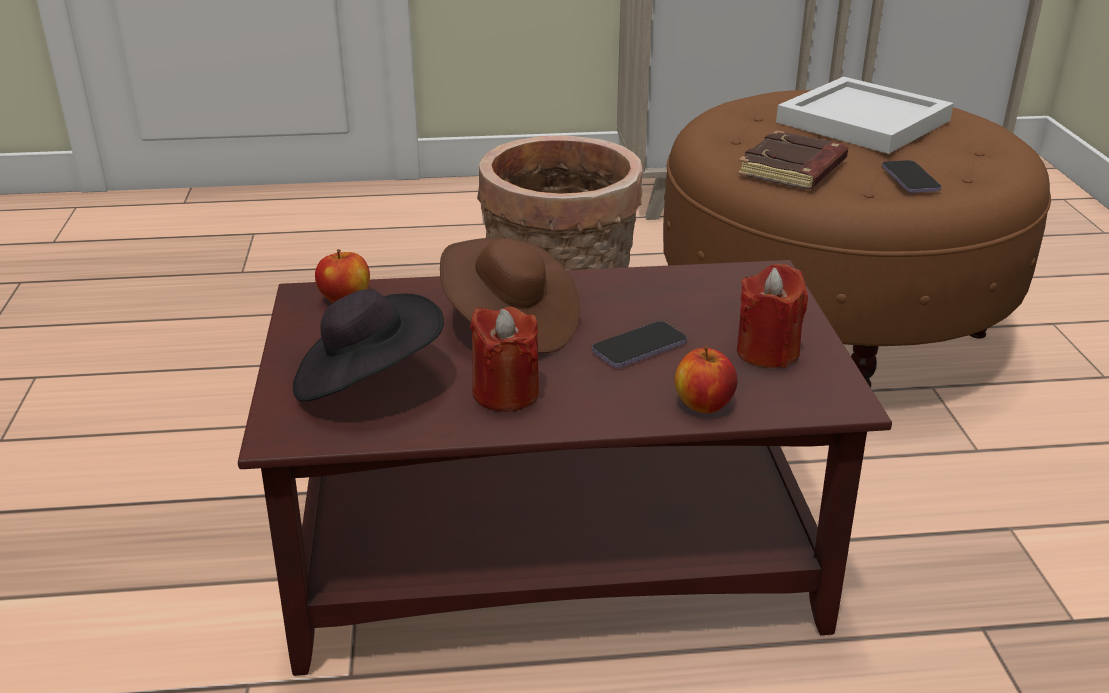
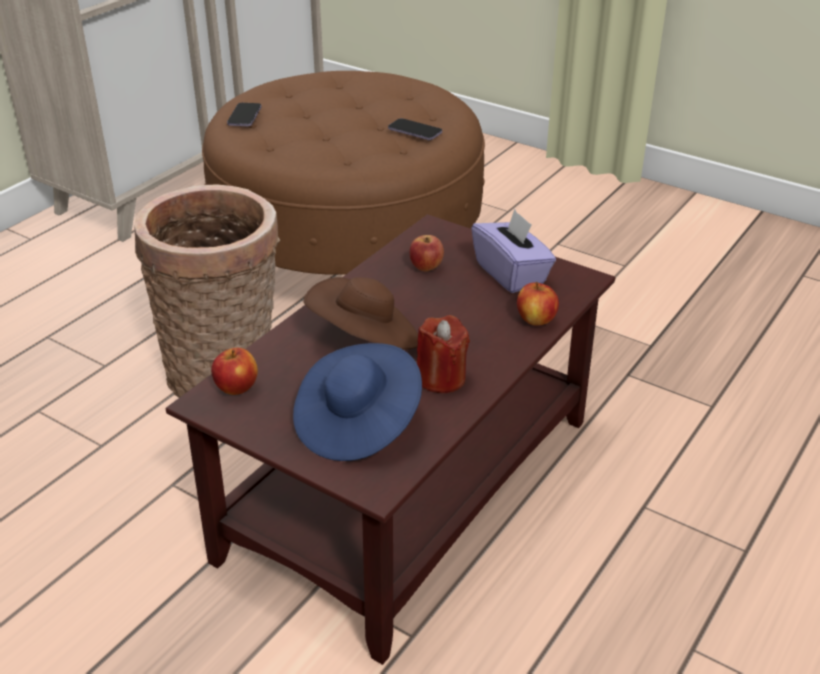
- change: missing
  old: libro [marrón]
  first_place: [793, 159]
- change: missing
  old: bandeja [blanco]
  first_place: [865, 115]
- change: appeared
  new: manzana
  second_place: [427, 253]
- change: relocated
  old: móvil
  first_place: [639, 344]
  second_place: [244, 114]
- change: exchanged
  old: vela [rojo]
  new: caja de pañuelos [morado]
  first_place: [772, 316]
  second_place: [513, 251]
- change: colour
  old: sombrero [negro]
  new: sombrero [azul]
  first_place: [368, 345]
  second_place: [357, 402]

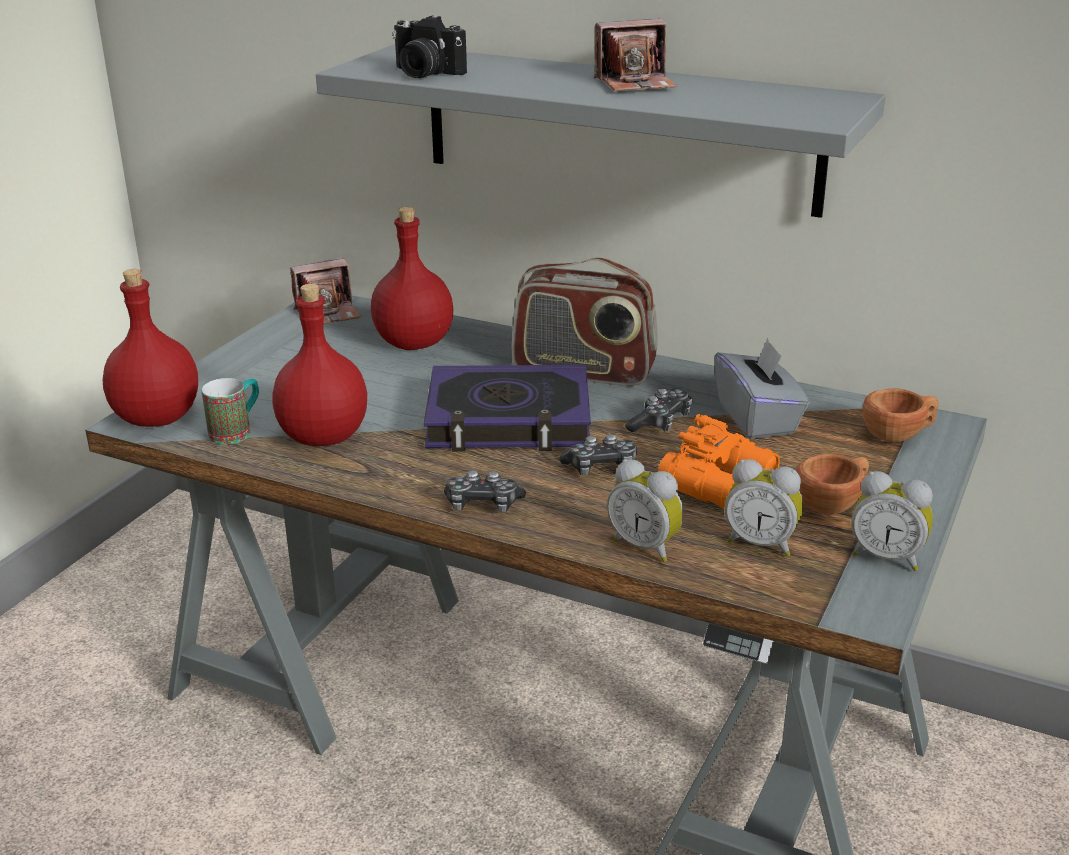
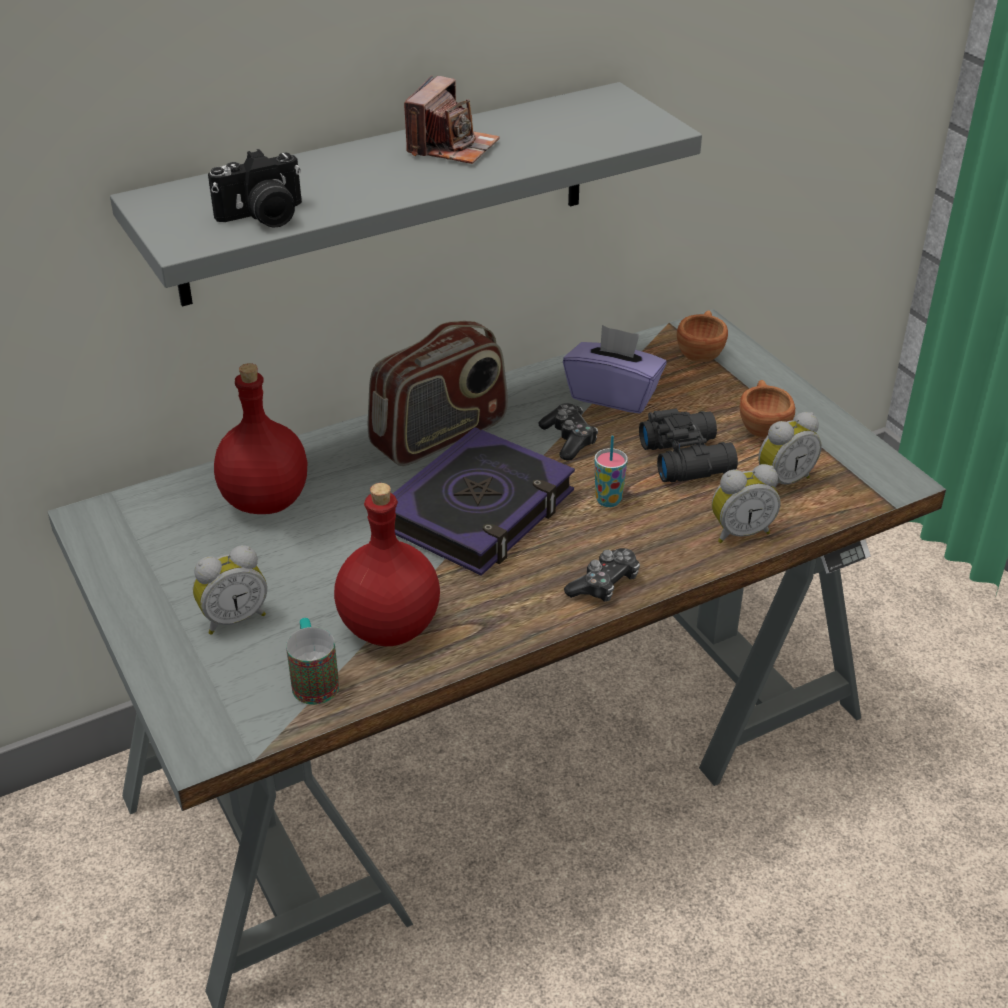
- change: missing
  old: botella [rojo]
  first_place: [150, 348]
- change: missing
  old: cámara
  first_place: [325, 291]
- change: relocated
  old: despertador
  first_place: [892, 521]
  second_place: [230, 590]
- change: exchanged
  old: mando de consola
  new: taza
  first_place: [598, 454]
  second_place: [611, 471]
- change: colour
  old: prismáticos [naranja]
  new: prismáticos [negro]
  first_place: [719, 461]
  second_place: [688, 446]
- change: colour
  old: caja de pañuelos [gris]
  new: caja de pañuelos [morado]
  first_place: [761, 388]
  second_place: [615, 369]

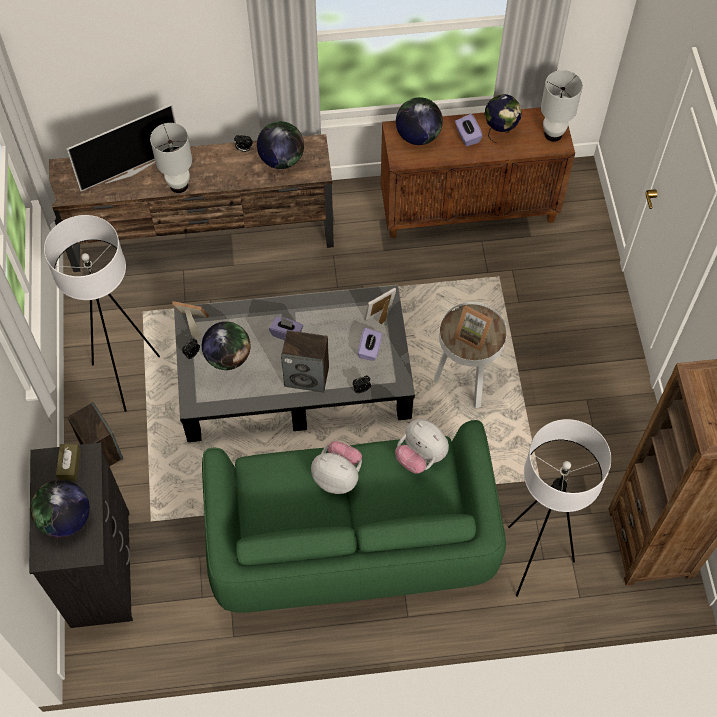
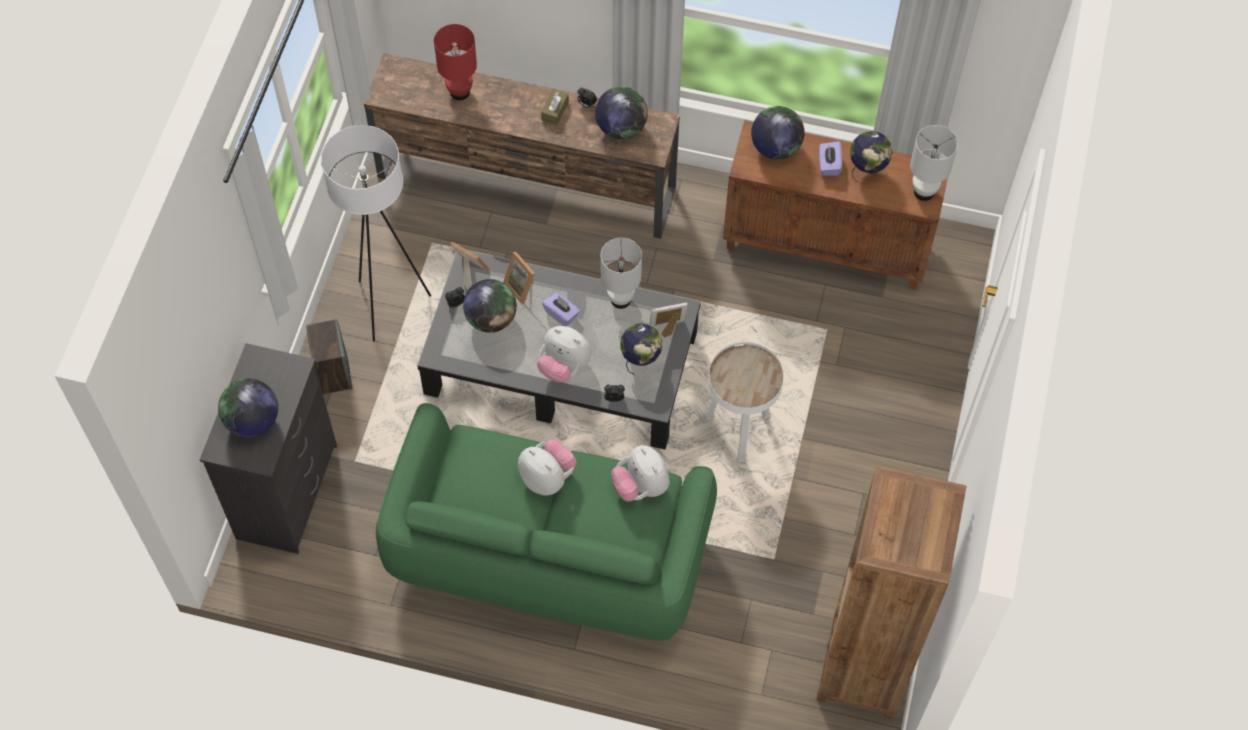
- change: missing
  old: lámpara de pie [blanco]
  first_place: [559, 508]
- change: relocated
  old: caja de pañuelos [marrón]
  first_place: [68, 462]
  second_place: [555, 107]
- change: relocated
  old: lámpara de mesa [blanco]
  first_place: [171, 158]
  second_place: [621, 273]
- change: relocated
  old: portarretratos
  first_place: [473, 328]
  second_place: [519, 278]
- change: exchanged
  old: televisor
  new: lámpara de mesa [rojo]
  first_place: [123, 147]
  second_place: [455, 62]
- change: exchanged
  old: altavoz
  new: peluche
  first_place: [305, 361]
  second_place: [564, 354]
- change: exchanged
  old: caja de pañuelos [morado]
  new: globo terráqueo
  first_place: [370, 344]
  second_place: [641, 349]

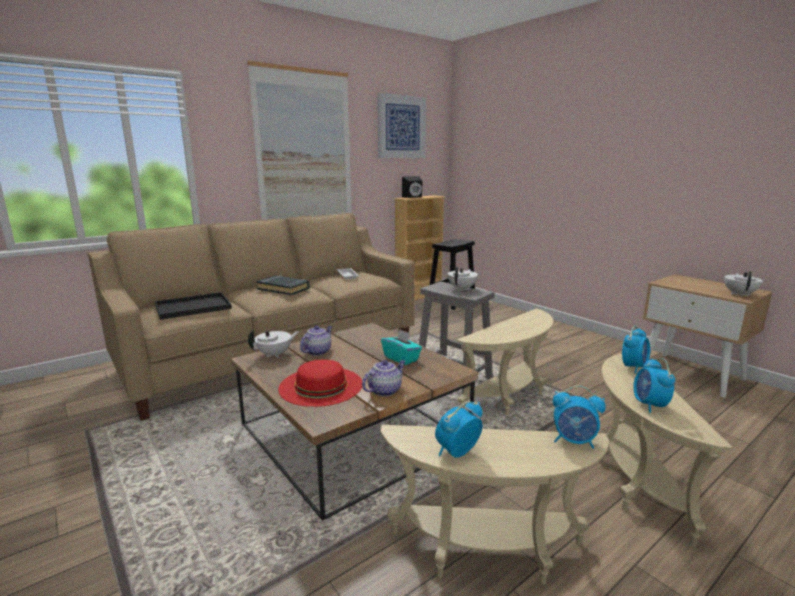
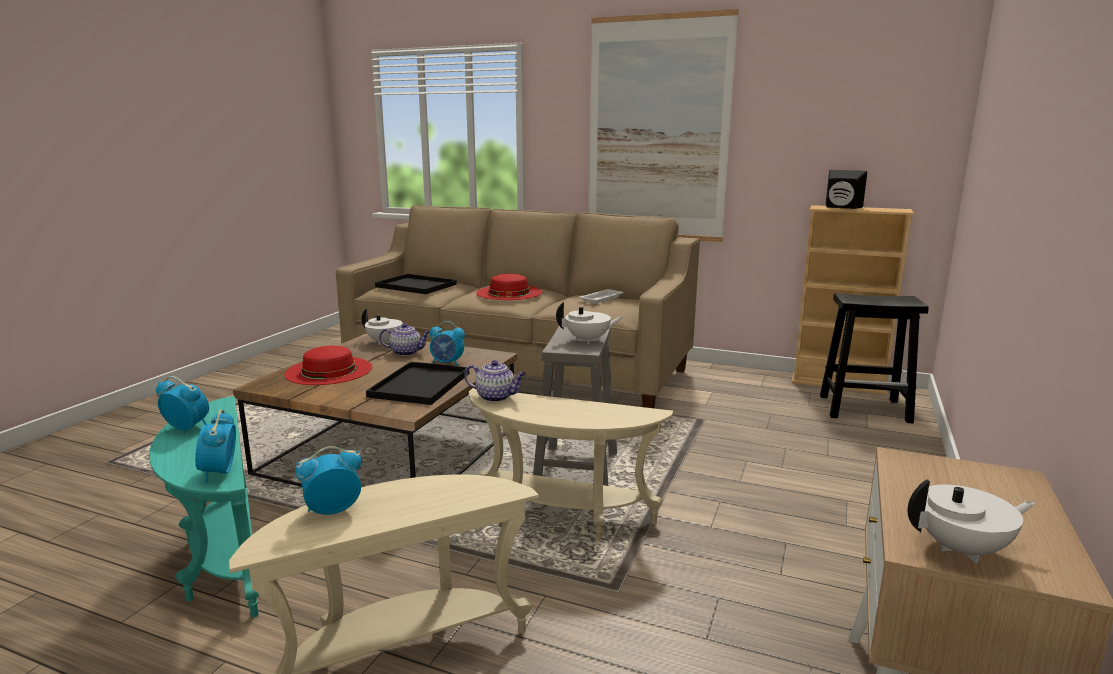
- change: missing
  old: cuadro
  first_place: [401, 125]
- change: relocated
  old: tetera
  first_place: [384, 378]
  second_place: [495, 381]
- change: relocated
  old: despertador
  first_place: [636, 350]
  second_place: [447, 343]
- change: exchanged
  old: libro [negro]
  new: sombrero [rojo]
  first_place: [283, 285]
  second_place: [509, 287]
- change: exchanged
  old: caja de pañuelos [turquesa]
  new: bandeja [negro]
  first_place: [401, 347]
  second_place: [417, 383]
- change: colour
  old: mesa auxiliar [beis]
  new: mesa auxiliar [turquesa]
  first_place: [495, 505]
  second_place: [204, 507]

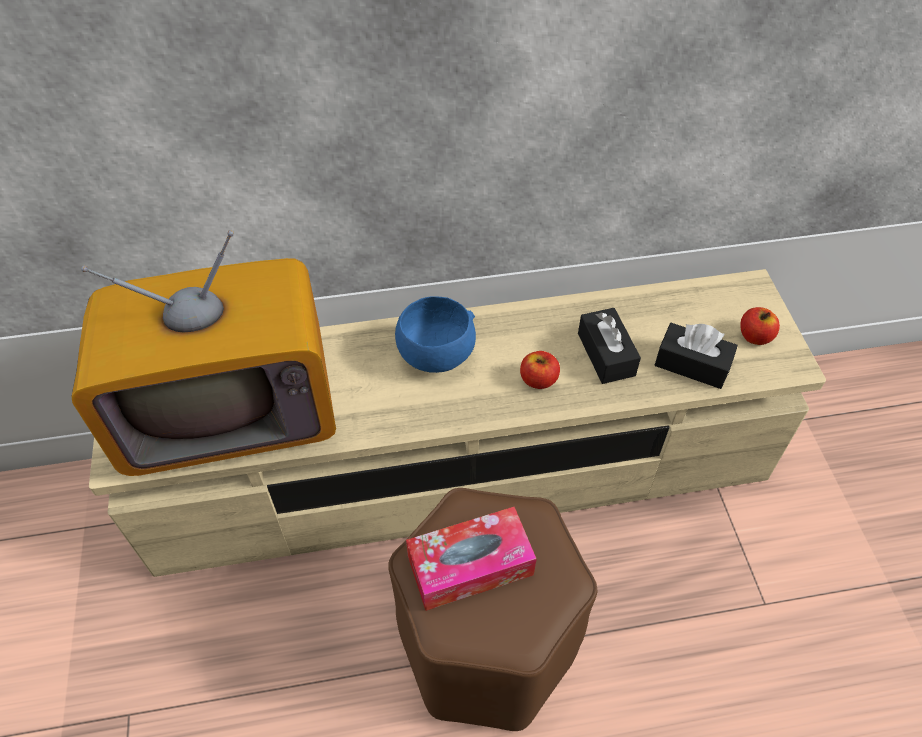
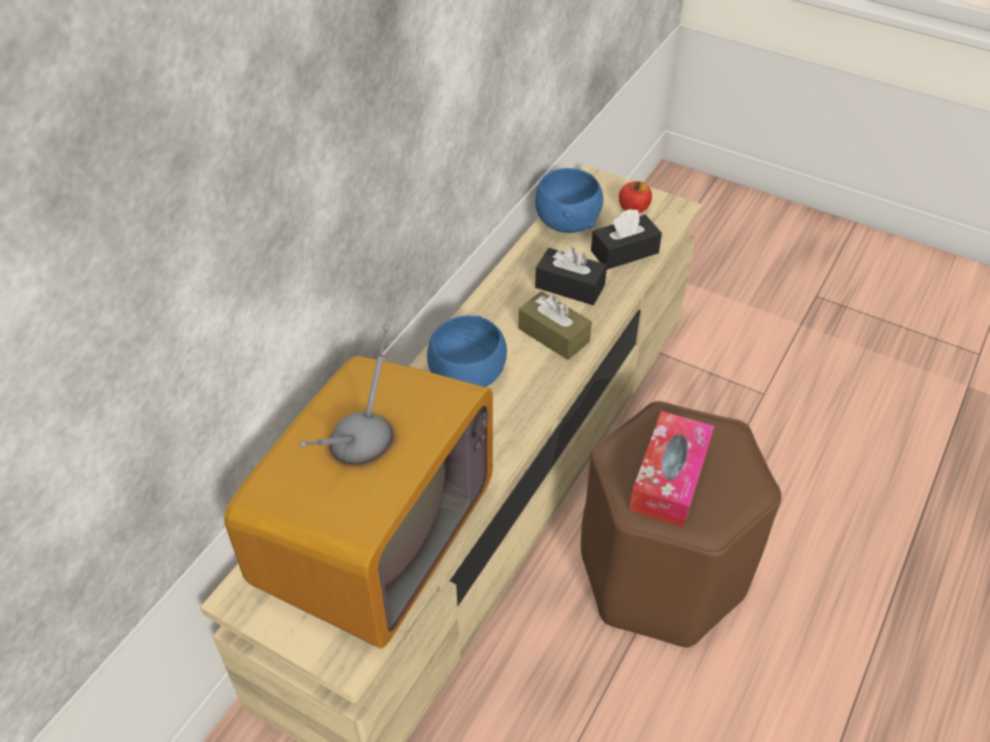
- change: appeared
  new: cuenco [azul]
  second_place: [569, 200]
- change: exchanged
  old: manzana
  new: caja de pañuelos [marrón]
  first_place: [540, 370]
  second_place: [555, 325]

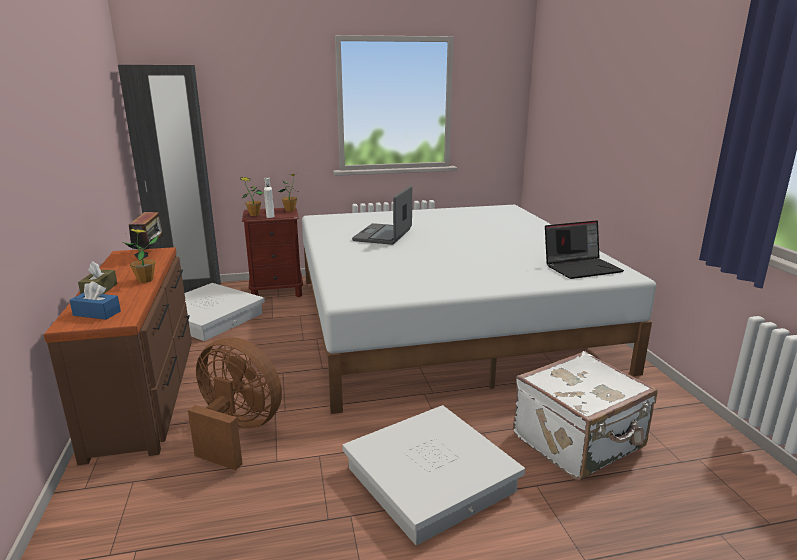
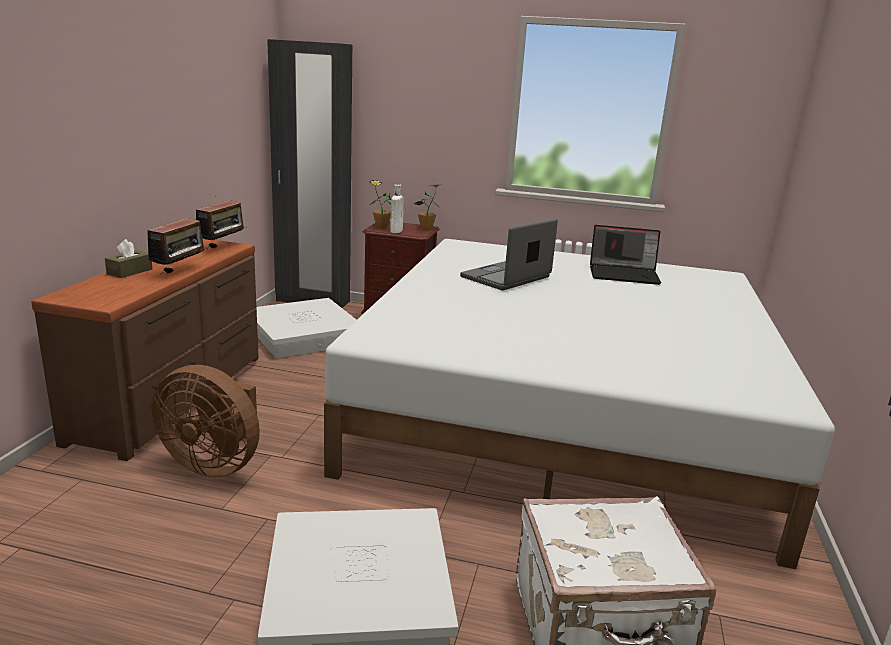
- change: missing
  old: caja de pañuelos [azul]
  first_place: [95, 300]
- change: relocated
  old: portátil
  first_place: [584, 249]
  second_place: [625, 255]
- change: exchanged
  old: planta en maceta
  new: radio
  first_place: [141, 256]
  second_place: [174, 245]
- change: spun
  old: ventilador [marrón]
  first_place: [235, 403]
  second_place: [206, 421]
  degrees: 150

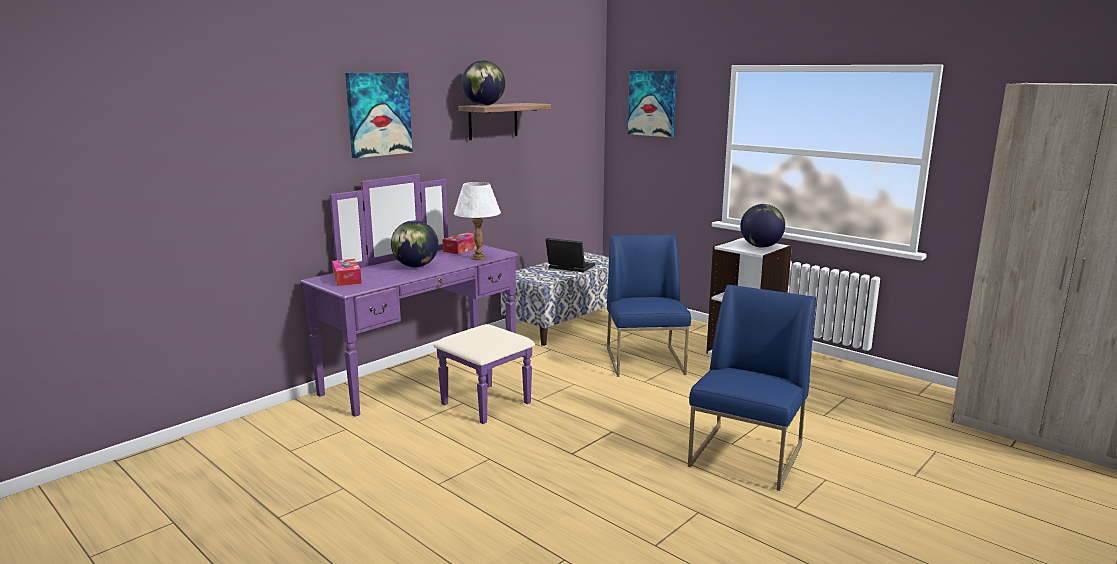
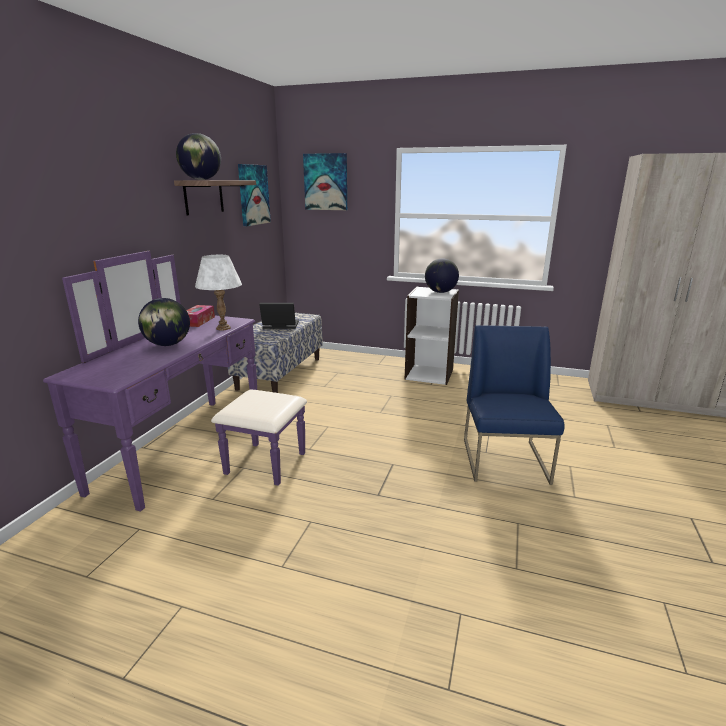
- change: missing
  old: caja de pañuelos
  first_place: [347, 272]
- change: missing
  old: silla [azul]
  first_place: [649, 305]
- change: relocated
  old: cuadro
  first_place: [379, 115]
  second_place: [254, 195]

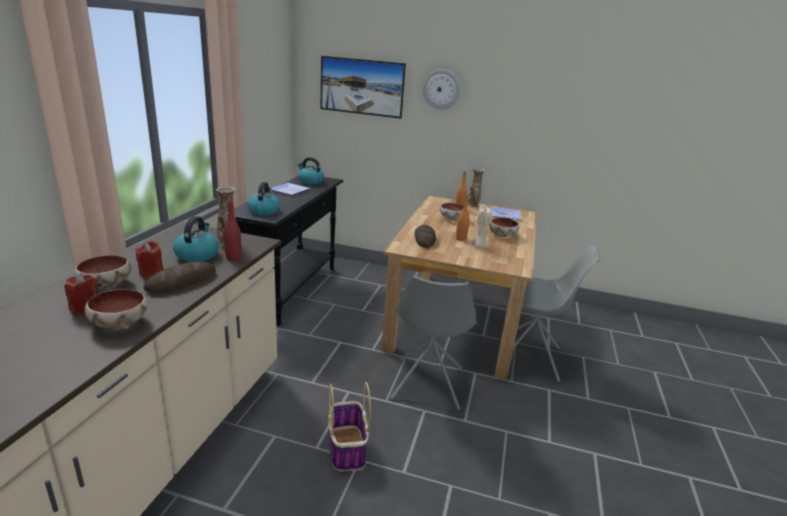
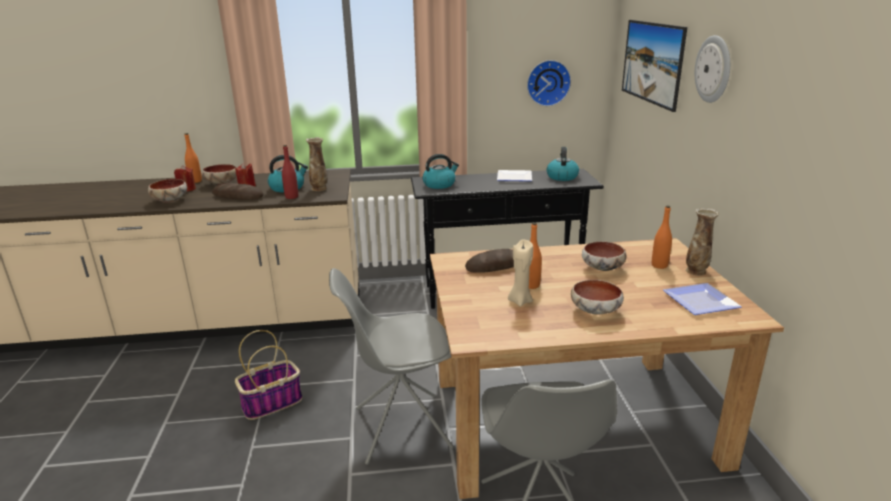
- change: appeared
  new: botella [naranja]
  second_place: [193, 158]
- change: appeared
  new: reloj de pared
  second_place: [549, 83]

